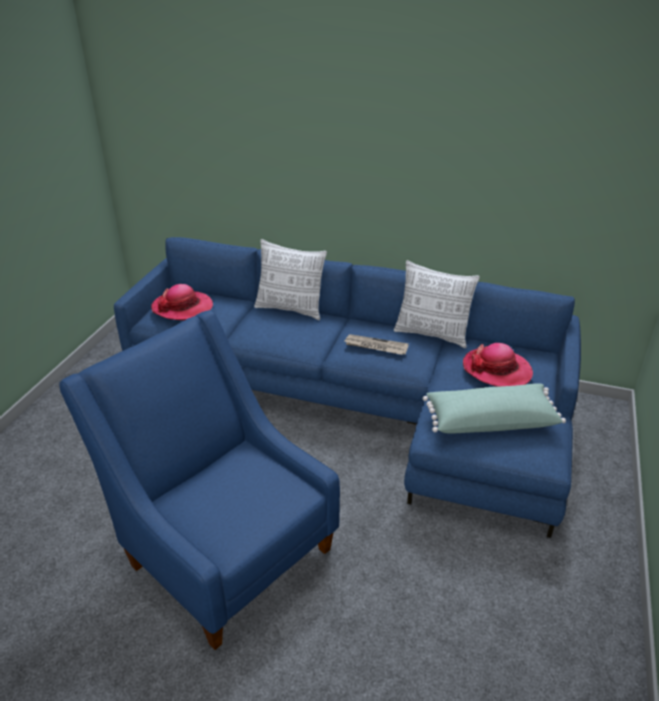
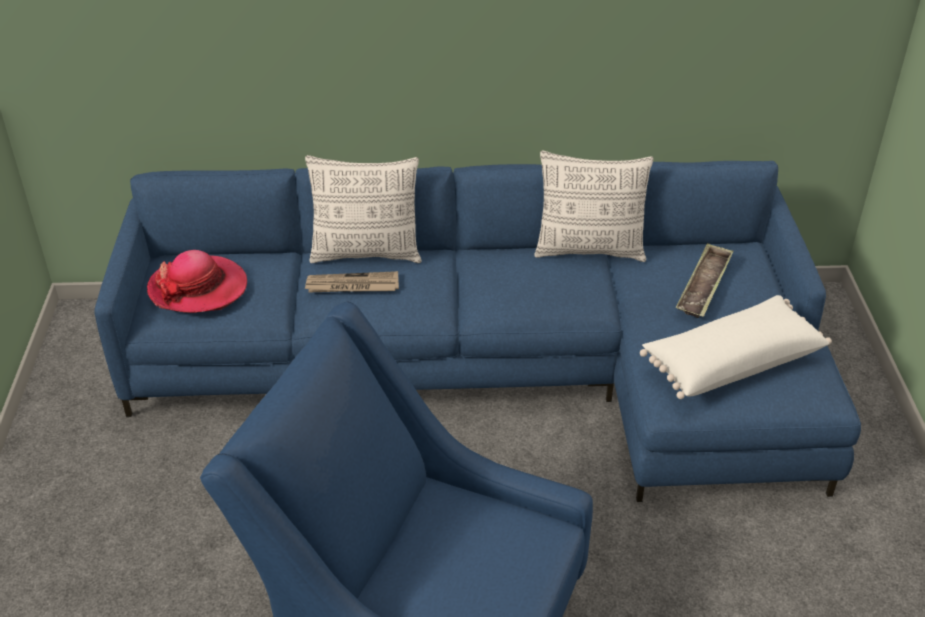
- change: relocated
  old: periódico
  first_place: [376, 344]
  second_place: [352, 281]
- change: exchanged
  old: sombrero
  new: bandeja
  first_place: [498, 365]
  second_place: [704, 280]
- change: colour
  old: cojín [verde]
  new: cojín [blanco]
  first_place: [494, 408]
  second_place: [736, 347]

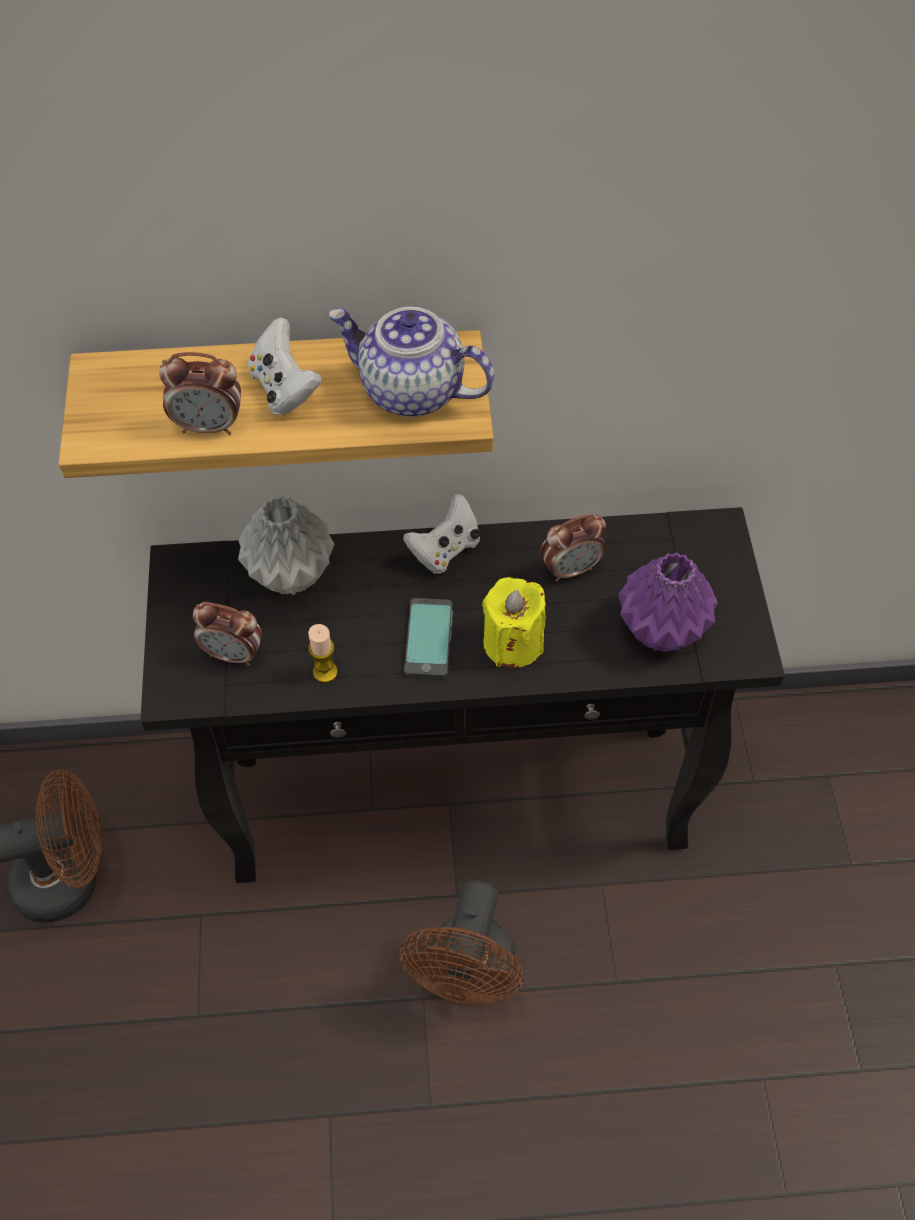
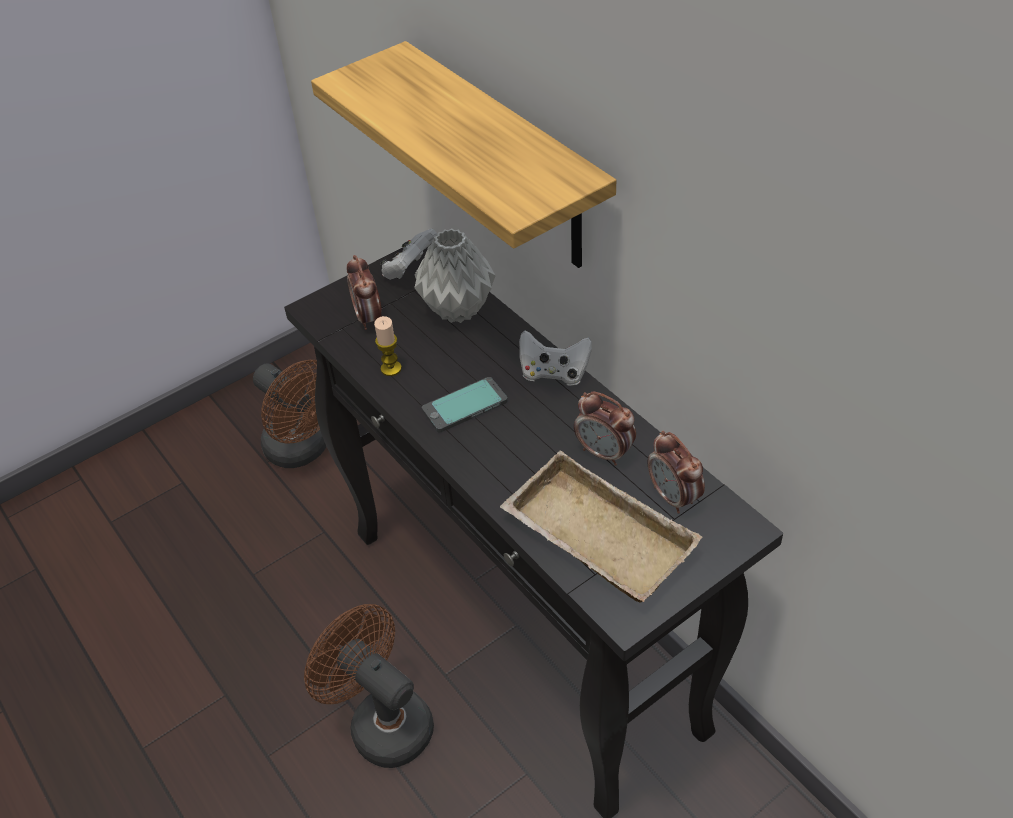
- change: missing
  old: tetera
  first_place: [411, 362]
- change: missing
  old: vela [amarillo]
  first_place: [514, 622]
- change: relocated
  old: despertador
  first_place: [200, 393]
  second_place: [676, 472]
- change: relocated
  old: mando de consola [blanco]
  first_place: [285, 366]
  second_place: [408, 254]
- change: exchanged
  old: florero [morado]
  new: bandeja [beis]
  first_place: [668, 602]
  second_place: [601, 527]
- change: spun
  old: ventilador [marrón]
  first_place: [461, 942]
  second_place: [369, 686]
  degrees: 60

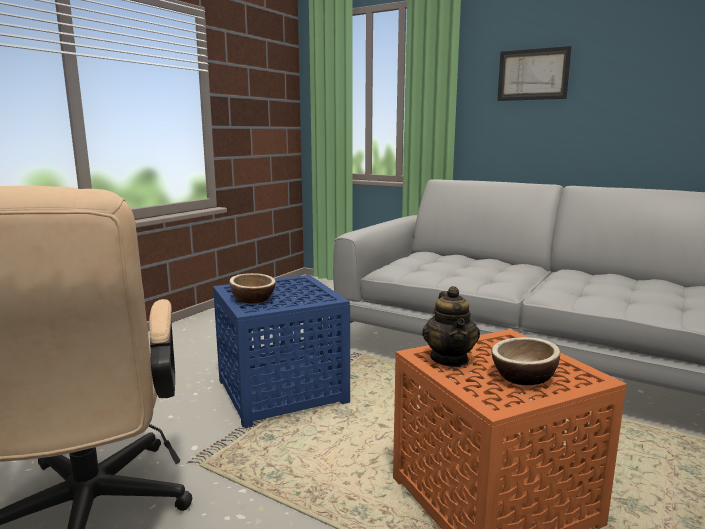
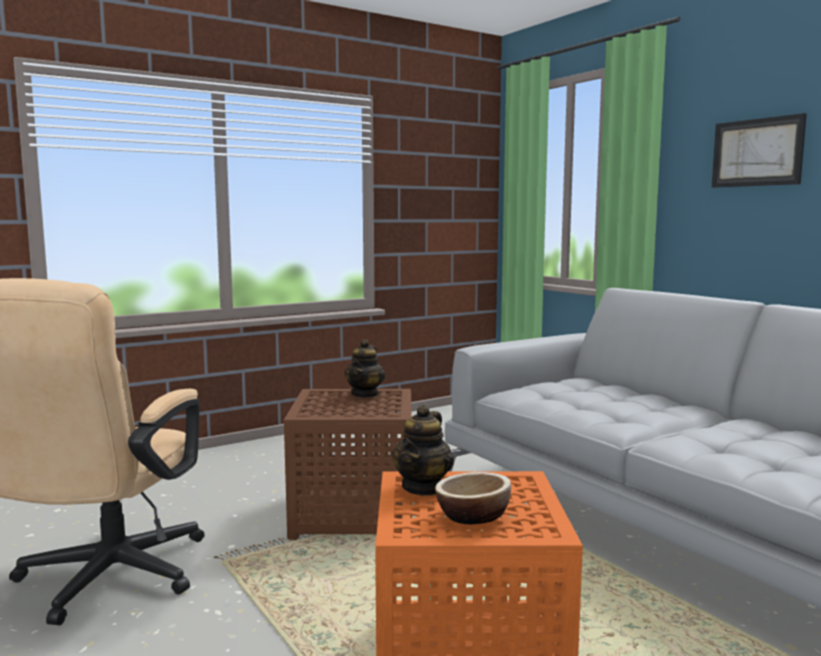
- change: missing
  old: cuenco
  first_place: [252, 288]
- change: appeared
  new: tetera
  second_place: [364, 368]
- change: colour
  old: mesa auxiliar [azul]
  new: mesa auxiliar [marrón]
  first_place: [281, 351]
  second_place: [348, 464]

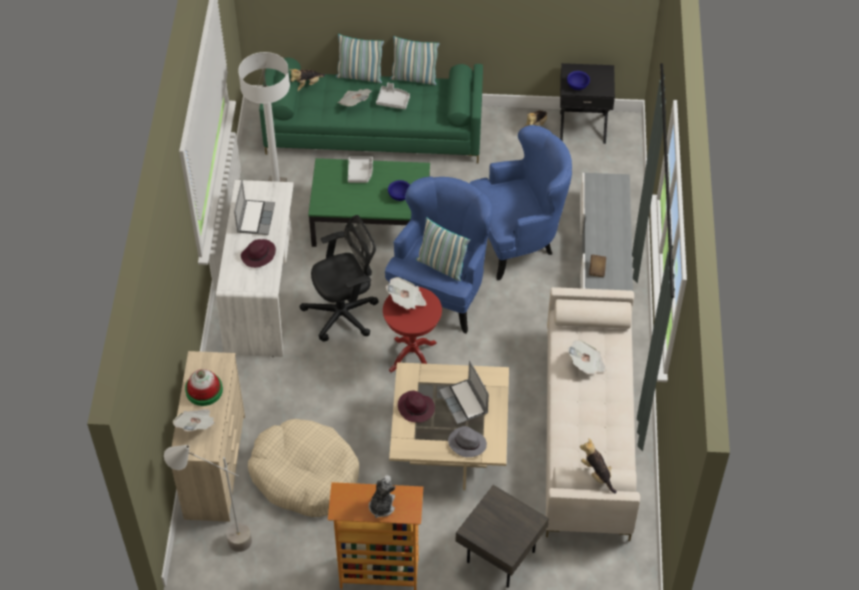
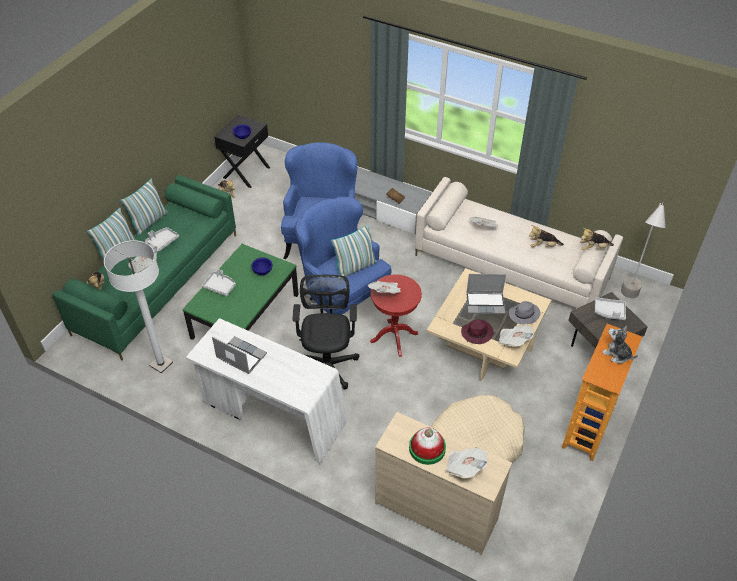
- change: missing
  old: sombrero [morado]
  first_place: [258, 253]
- change: appeared
  new: periódico
  second_place: [516, 336]
- change: appeared
  new: peluche
  second_place: [546, 236]
- change: appeared
  new: bandeja [gris]
  second_place: [610, 308]
- change: relocated
  old: lámpara de pie [gris]
  first_place: [208, 498]
  second_place: [643, 250]

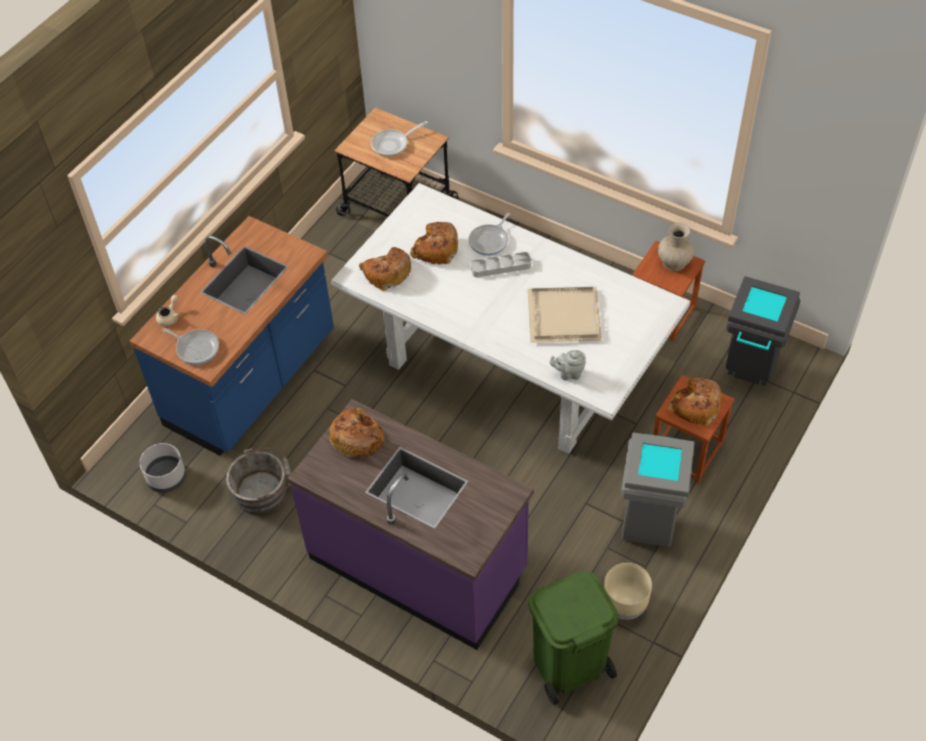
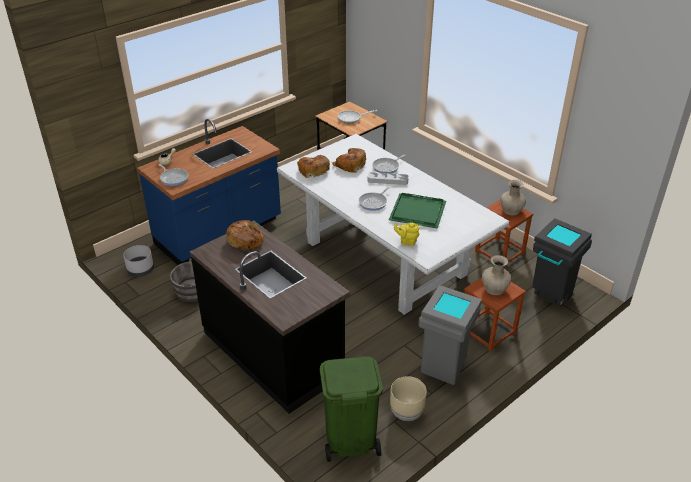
- change: appeared
  new: sartén
  second_place: [374, 199]
- change: exchanged
  old: pan
  new: florero [beis]
  first_place: [694, 402]
  second_place: [496, 275]
- change: colour
  old: mueble bajo de cocina [morado]
  new: mueble bajo de cocina [negro]
  first_place: [411, 524]
  second_place: [270, 317]
- change: colour
  old: bandeja [beis]
  new: bandeja [verde]
  first_place: [564, 315]
  second_place: [417, 211]
- change: colour
  old: tetera [gris]
  new: tetera [amarillo]
  first_place: [567, 365]
  second_place: [407, 234]

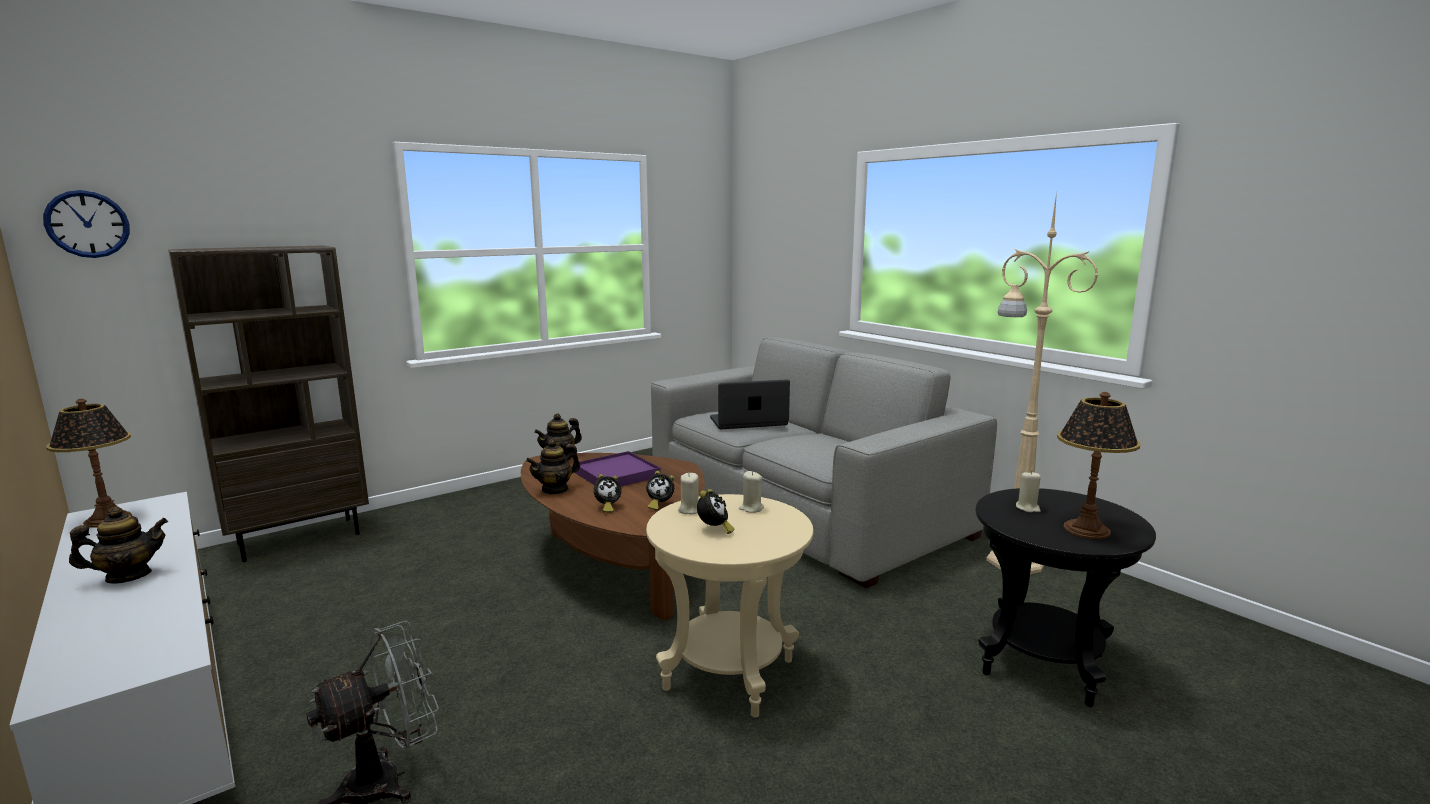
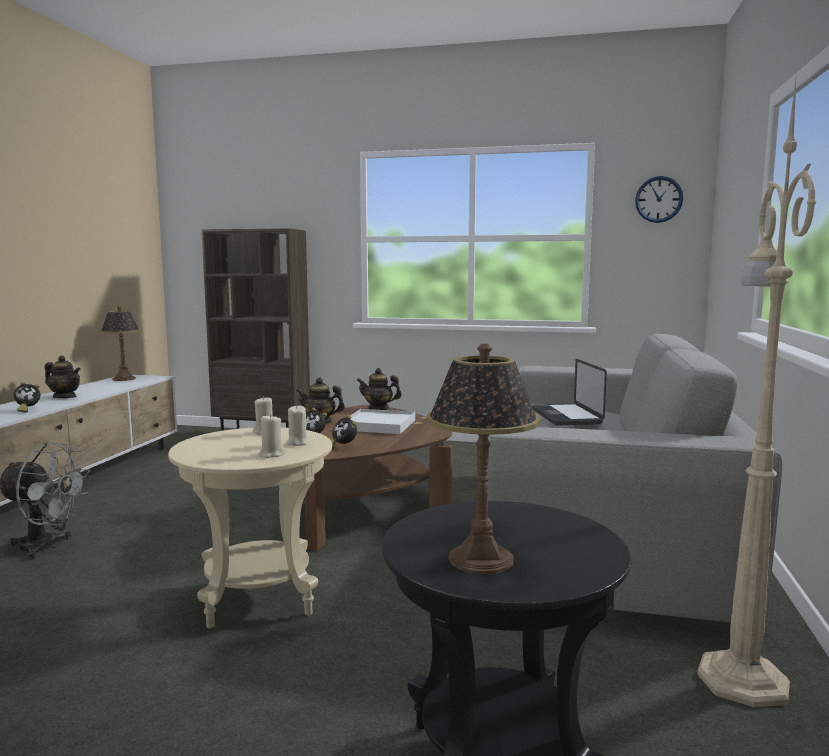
- change: relocated
  old: reloj de pared
  first_place: [86, 224]
  second_place: [659, 199]
- change: relocated
  old: despertador
  first_place: [715, 511]
  second_place: [27, 397]
- change: relocated
  old: vela [beis]
  first_place: [1028, 491]
  second_place: [272, 436]
- change: colour
  old: bandeja [morado]
  new: bandeja [blanco]
  first_place: [618, 468]
  second_place: [382, 421]
- change: spun
  old: portátil
  first_place: [750, 404]
  second_place: [569, 392]
  degrees: -135

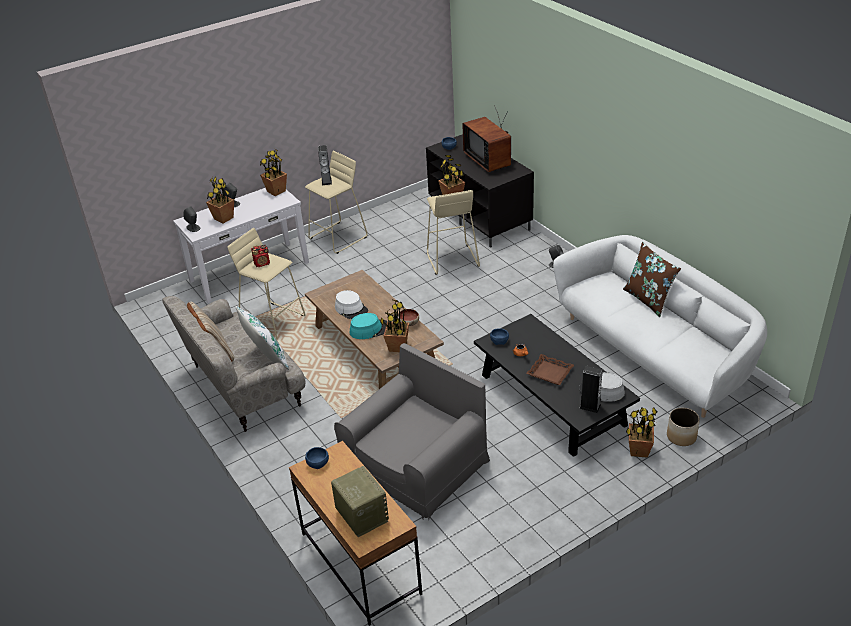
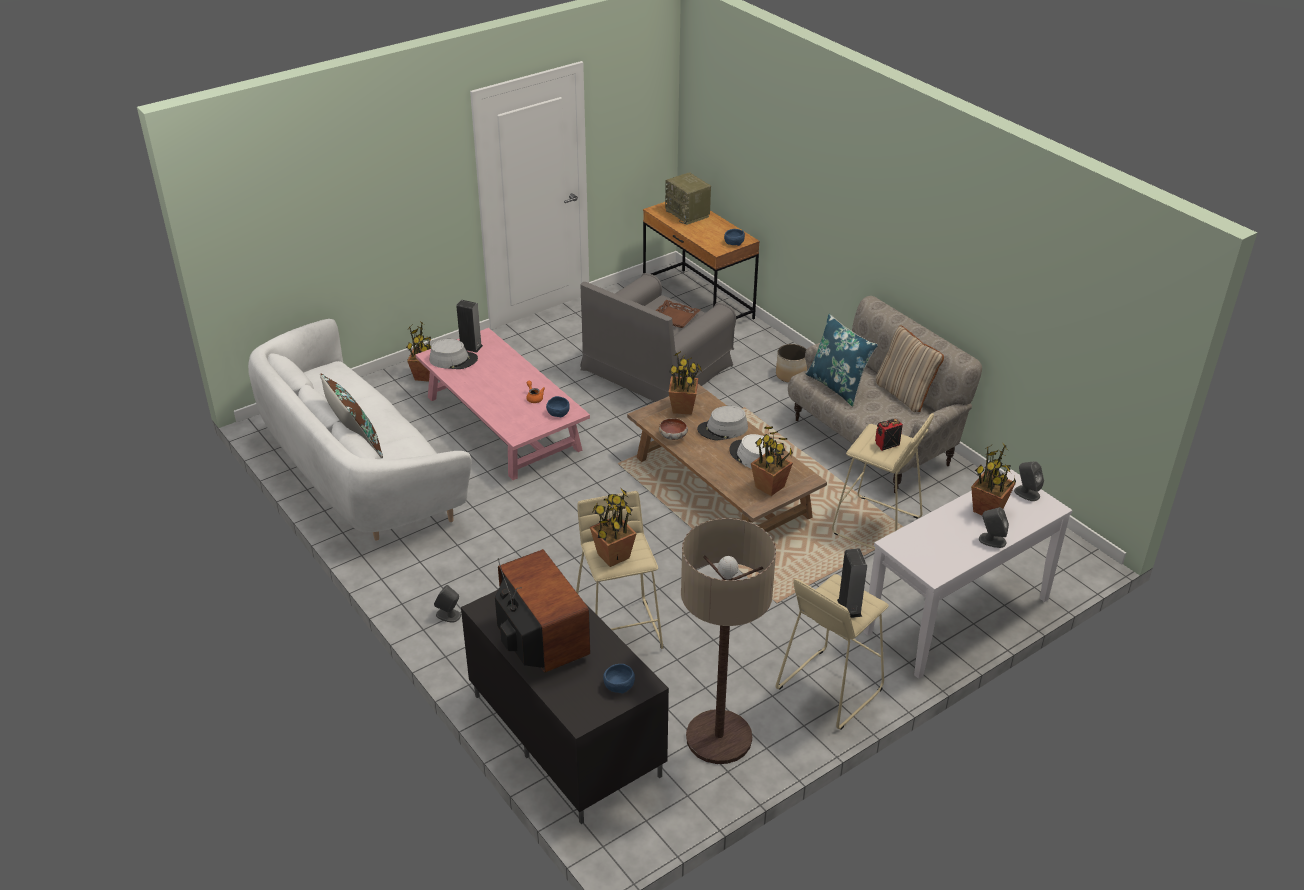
- change: appeared
  new: lámpara de pie
  second_place: [728, 641]
- change: relocated
  old: planta en maceta
  first_place: [273, 172]
  second_place: [772, 461]
- change: relocated
  old: bandeja [marrón]
  first_place: [550, 369]
  second_place: [677, 314]
- change: relocated
  old: maceta
  first_place: [683, 427]
  second_place: [791, 363]
- change: colour
  old: cojín [blanco]
  new: cojín [azul]
  first_place: [262, 338]
  second_place: [842, 360]
- change: colour
  old: sombrero [turquesa]
  new: sombrero [gris]
  first_place: [369, 326]
  second_place: [722, 423]
- change: colour
  old: mesa de centro [negro]
  new: mesa de centro [rosa]
  first_place: [557, 385]
  second_place: [502, 404]

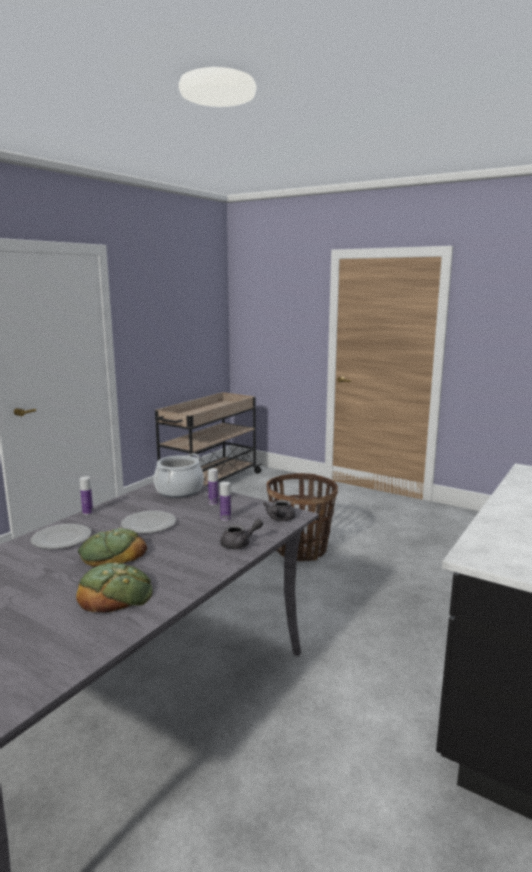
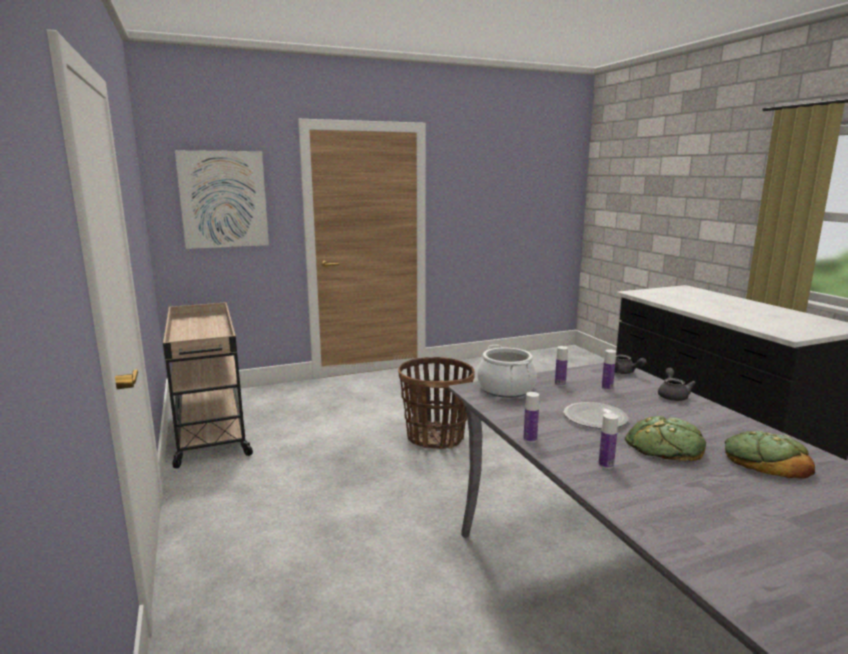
- change: appeared
  new: cuadro
  second_place: [222, 199]
- change: exchanged
  old: plato
  new: botella
  first_place: [61, 536]
  second_place: [608, 441]

